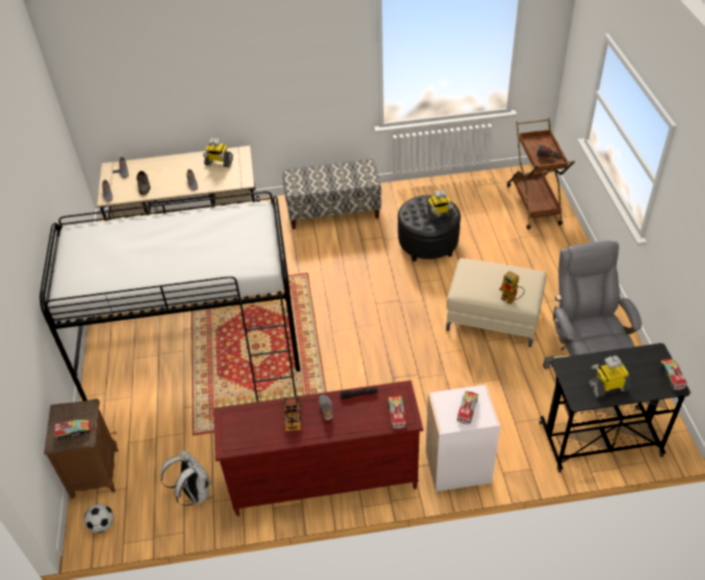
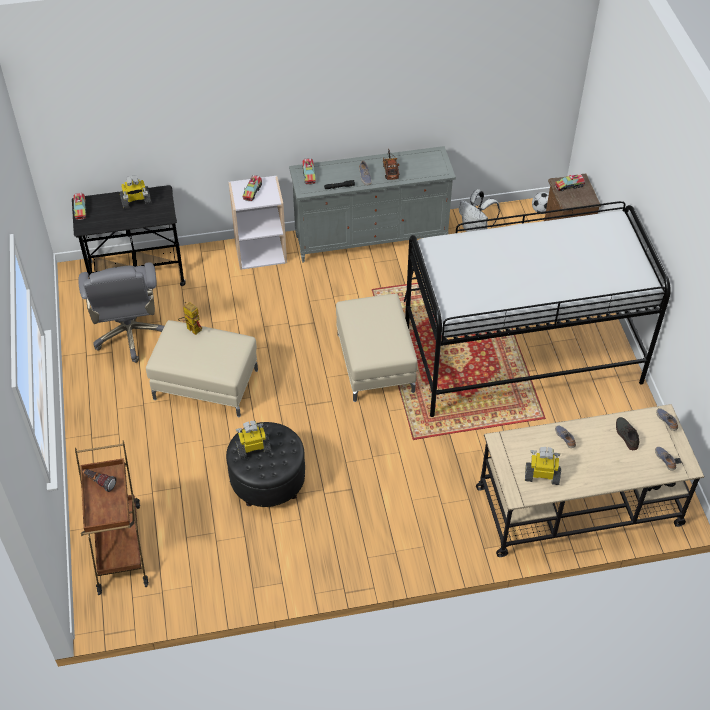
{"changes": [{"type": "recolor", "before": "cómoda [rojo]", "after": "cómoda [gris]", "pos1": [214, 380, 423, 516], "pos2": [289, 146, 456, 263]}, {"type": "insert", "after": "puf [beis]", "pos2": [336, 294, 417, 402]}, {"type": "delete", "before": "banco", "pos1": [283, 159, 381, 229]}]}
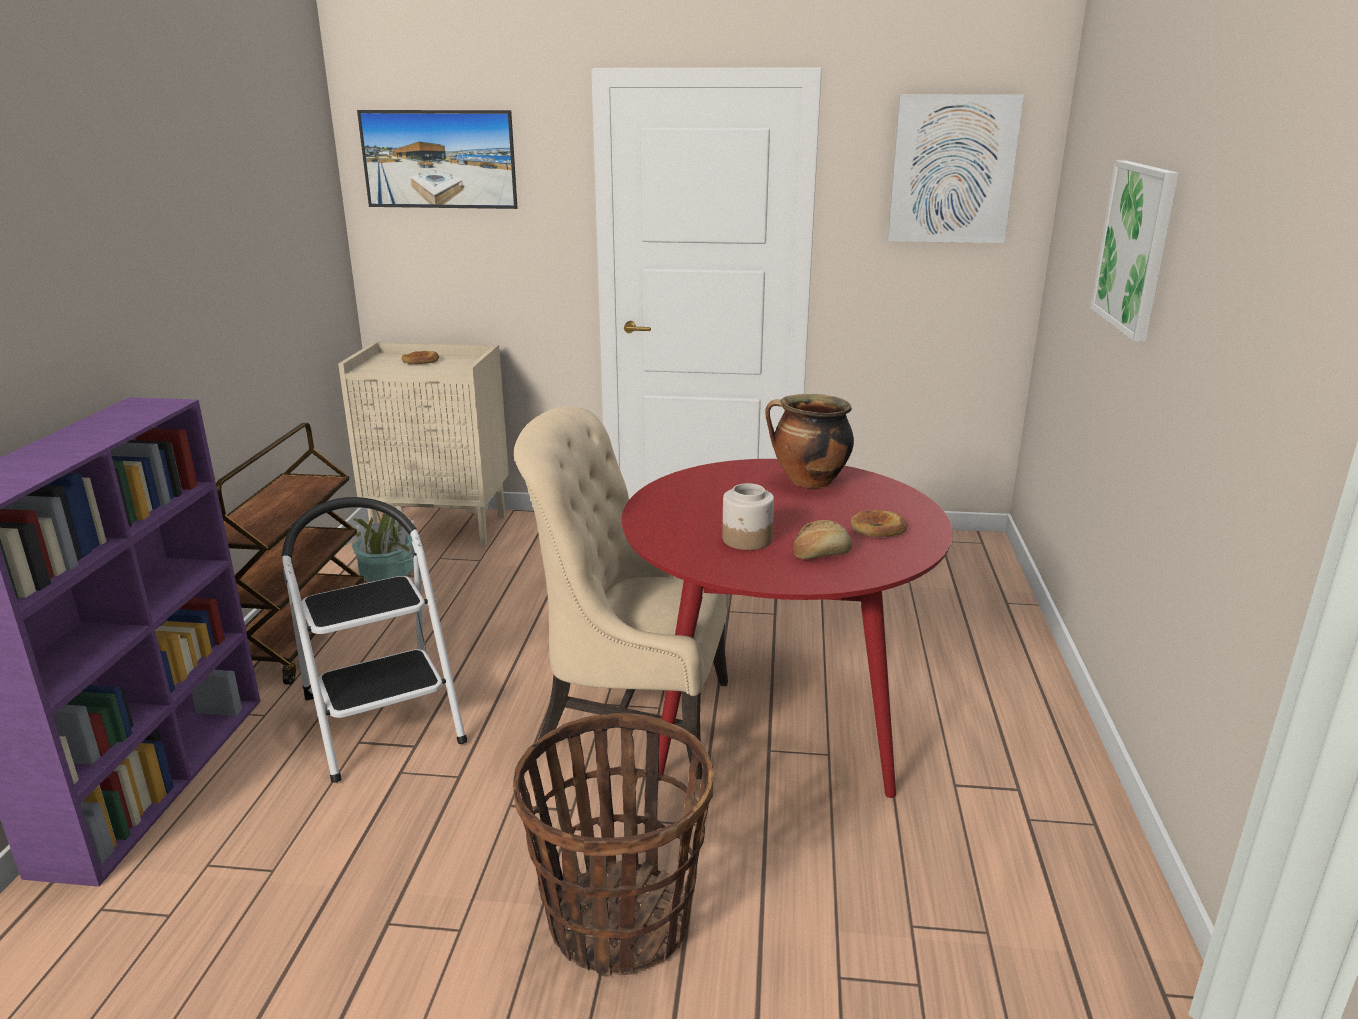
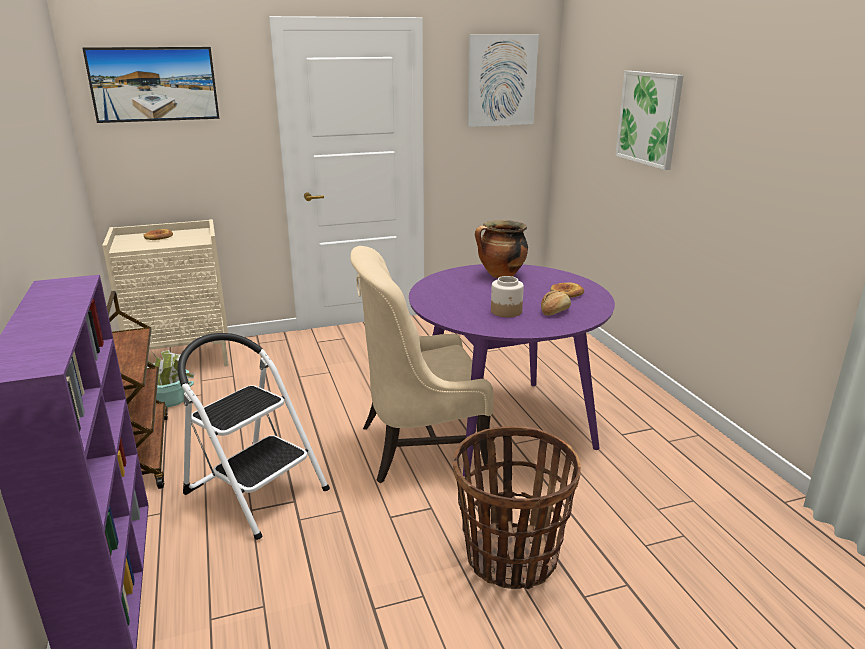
{"changes": [{"type": "recolor", "before": "mesa de comedor [rojo]", "after": "mesa de comedor [morado]", "pos1": [621, 459, 953, 798], "pos2": [409, 264, 615, 477]}]}
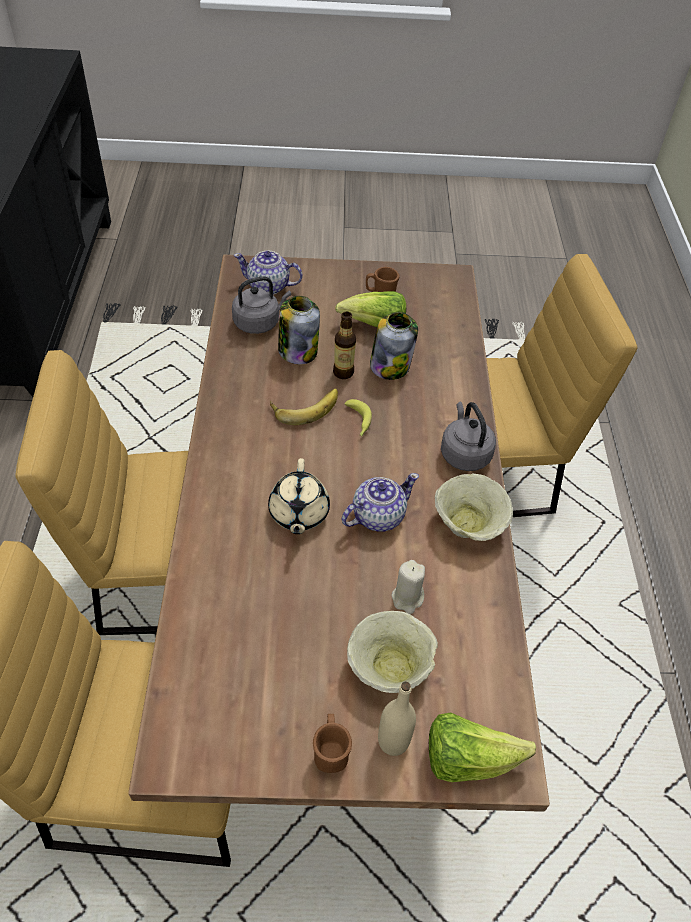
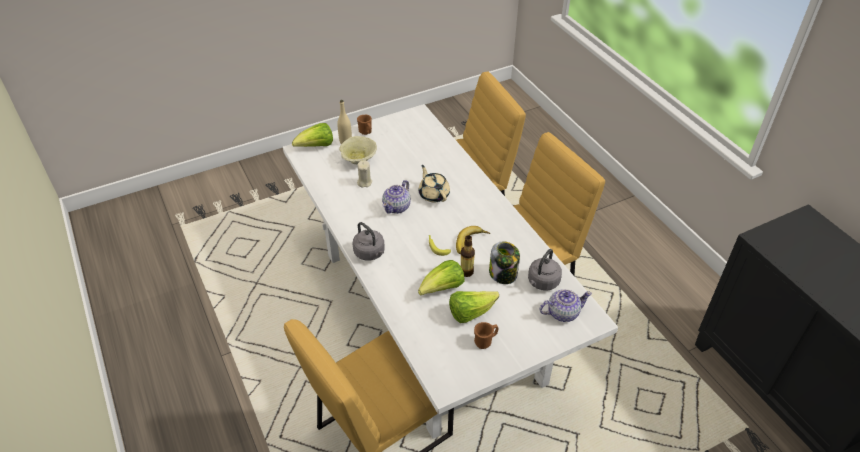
{"changes": [{"type": "recolor", "before": "mesa de comedor [marrón]", "after": "mesa de comedor [blanco]", "pos1": [128, 255, 550, 812], "pos2": [283, 104, 618, 439]}, {"type": "replace", "before": "tarro", "after": "lechuga", "pos1": [370, 312, 418, 380], "pos2": [418, 260, 465, 295]}, {"type": "delete", "before": "cuenco [beis]", "pos1": [435, 473, 513, 541]}]}
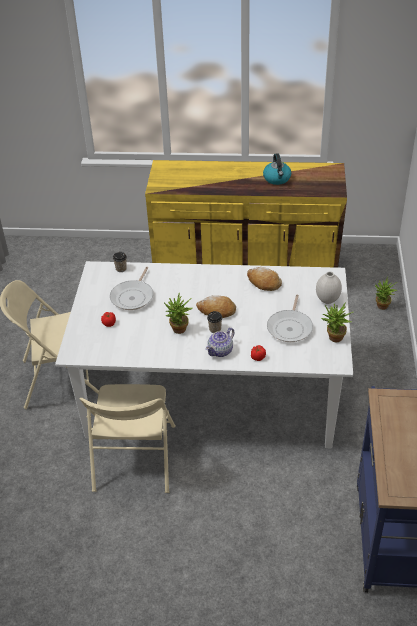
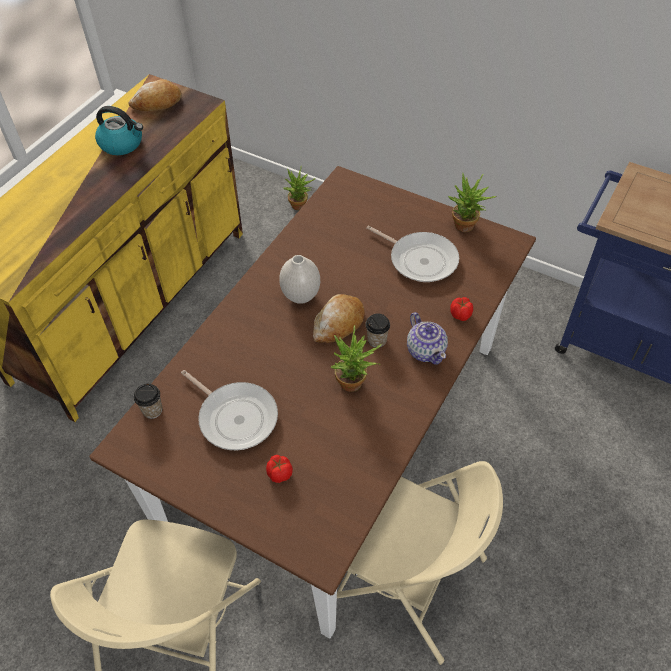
{"changes": [{"type": "recolor", "before": "mesa de comedor [blanco]", "after": "mesa de comedor [marrón]", "pos1": [55, 261, 353, 448], "pos2": [90, 166, 536, 639]}, {"type": "move", "before": "pan", "pos1": [247, 267, 282, 291], "pos2": [128, 79, 182, 112]}, {"type": "move", "before": "florero [blanco]", "pos1": [316, 272, 342, 304], "pos2": [279, 255, 320, 304]}]}
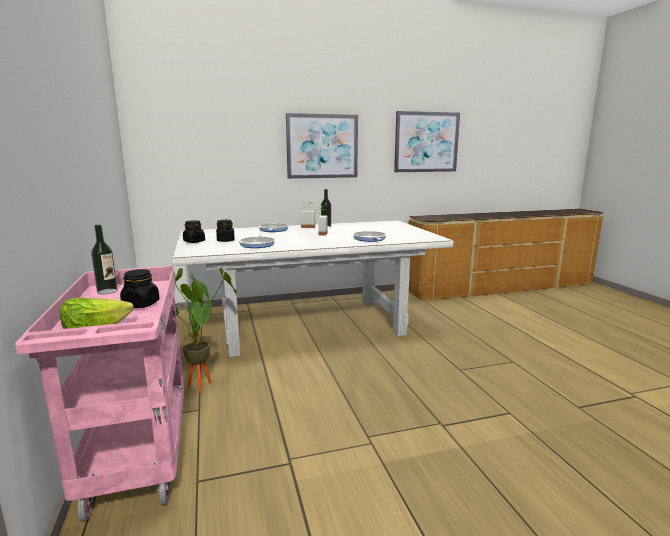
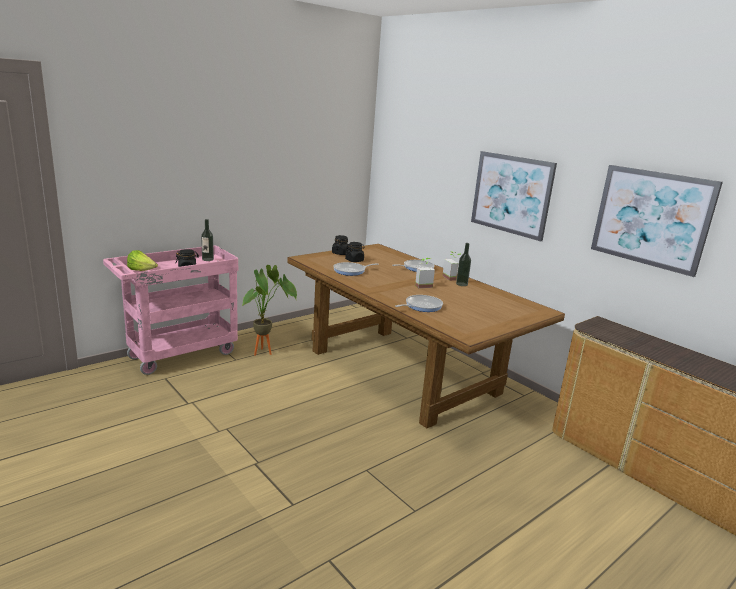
{"changes": [{"type": "recolor", "before": "mesa de comedor [blanco]", "after": "mesa de comedor [marrón]", "pos1": [172, 220, 453, 357], "pos2": [287, 244, 565, 428]}]}
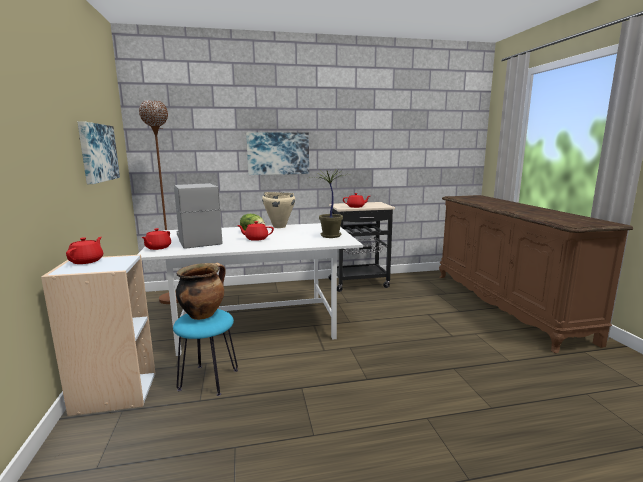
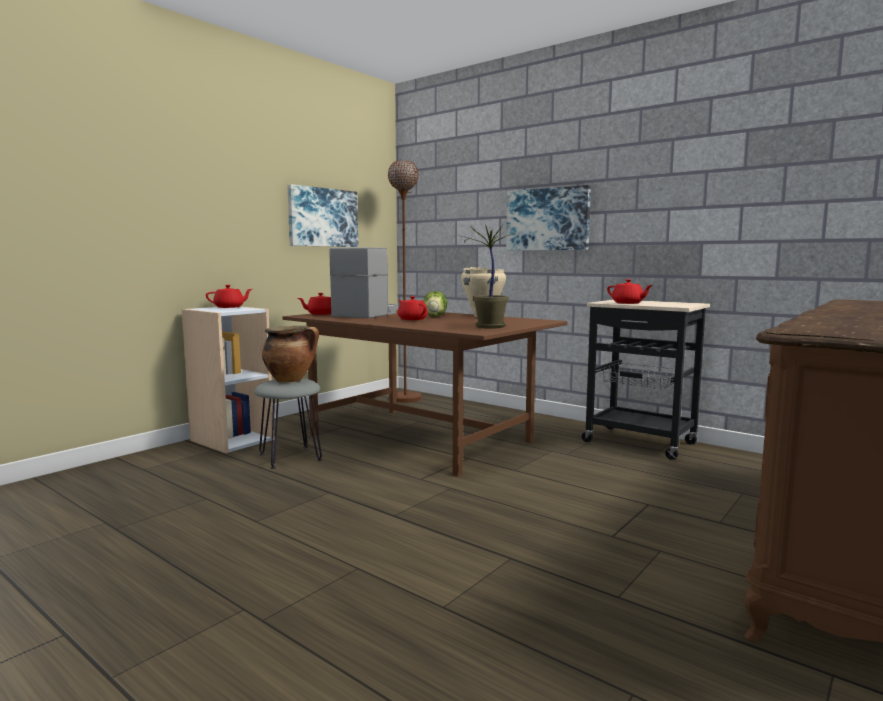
{"changes": [{"type": "recolor", "before": "taburete [turquesa]", "after": "taburete [gris]", "pos1": [173, 309, 238, 396], "pos2": [254, 379, 322, 469]}, {"type": "recolor", "before": "mesa de comedor [blanco]", "after": "mesa de comedor [marrón]", "pos1": [137, 223, 363, 356], "pos2": [283, 310, 568, 477]}]}
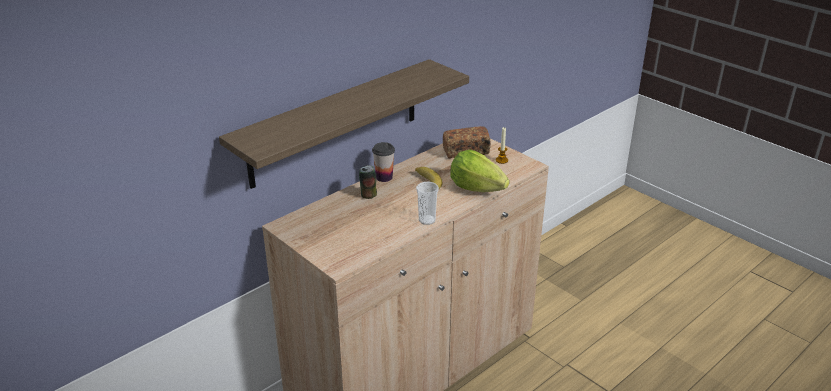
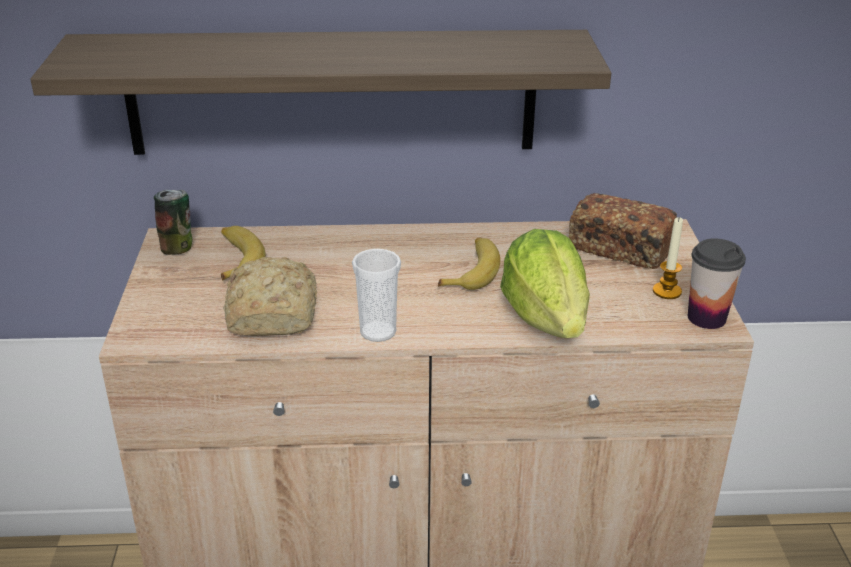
{"changes": [{"type": "move", "before": "lata", "pos1": [359, 165, 377, 199], "pos2": [154, 190, 192, 255]}, {"type": "insert", "after": "plátano", "pos2": [221, 226, 266, 281]}, {"type": "insert", "after": "pan", "pos2": [223, 257, 317, 336]}, {"type": "move", "before": "taza", "pos1": [372, 142, 395, 182], "pos2": [688, 238, 746, 329]}]}
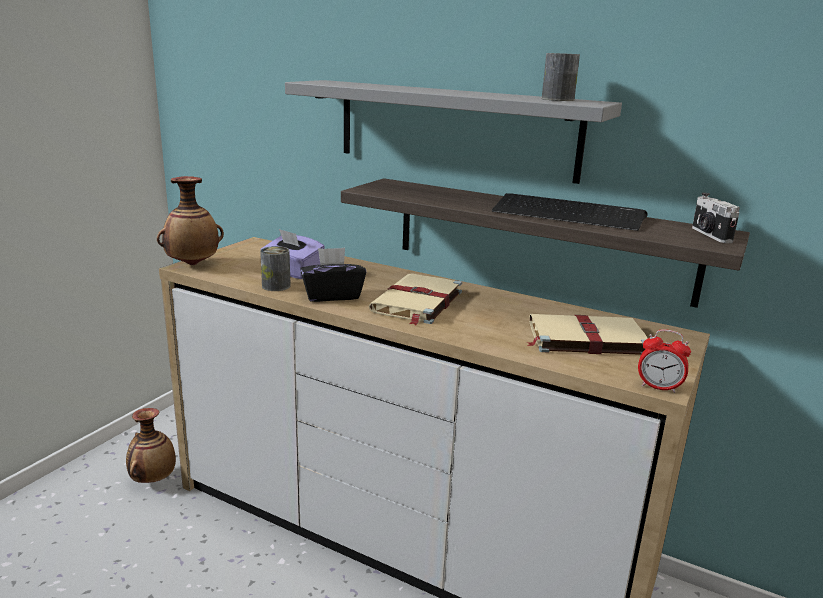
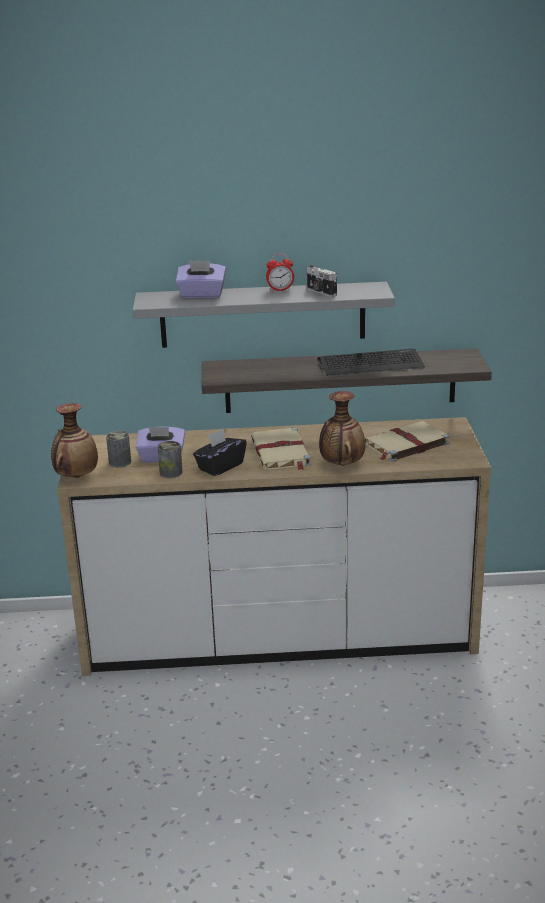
{"changes": [{"type": "move", "before": "lata", "pos1": [542, 53, 580, 101], "pos2": [106, 431, 131, 467]}, {"type": "insert", "after": "caja de pañuelos [morado]", "pos2": [176, 260, 226, 298]}, {"type": "move", "before": "despertador", "pos1": [638, 329, 691, 393], "pos2": [266, 254, 294, 292]}, {"type": "move", "before": "cámara", "pos1": [692, 193, 740, 243], "pos2": [307, 265, 337, 297]}, {"type": "move", "before": "florero", "pos1": [126, 408, 176, 483], "pos2": [319, 391, 365, 466]}]}
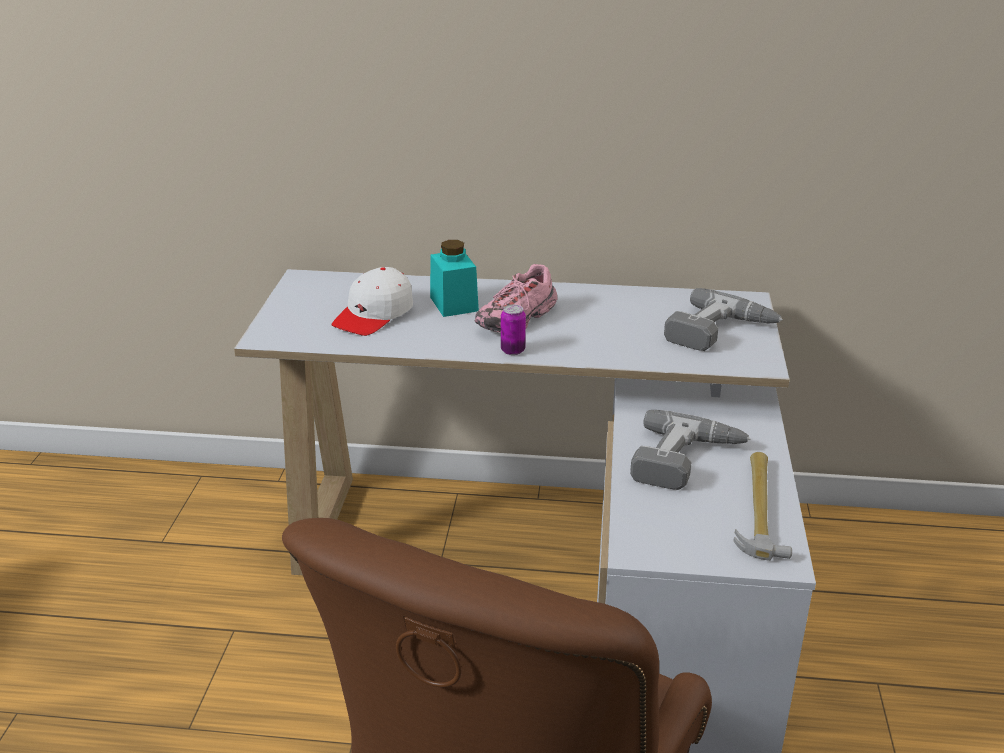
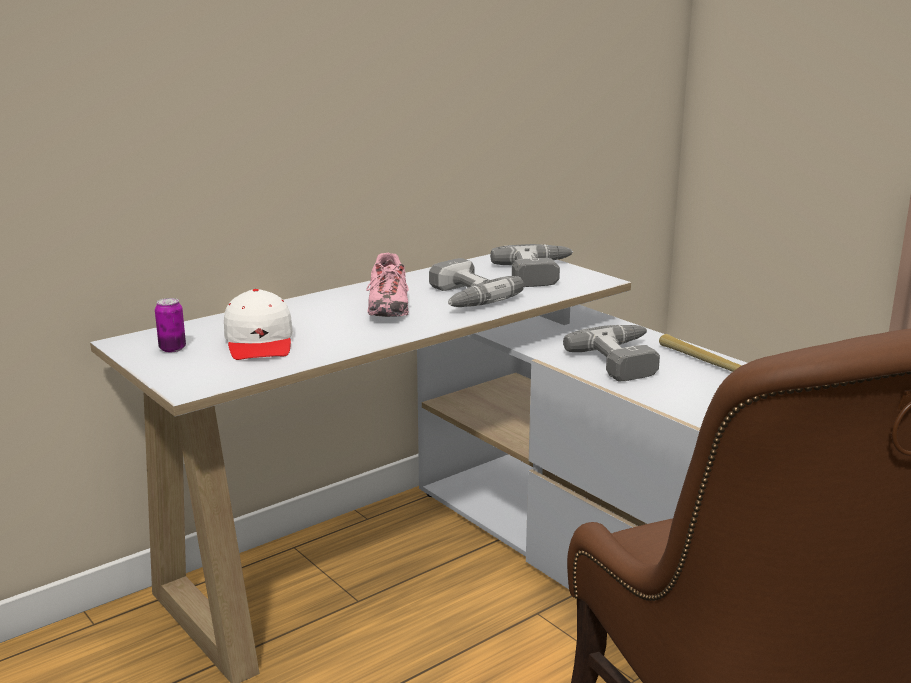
{"changes": [{"type": "move", "before": "lata", "pos1": [501, 304, 526, 355], "pos2": [155, 298, 186, 352]}, {"type": "insert", "after": "taladro", "pos2": [429, 258, 524, 307]}, {"type": "delete", "before": "tarro [turquesa]", "pos1": [430, 240, 479, 317]}]}
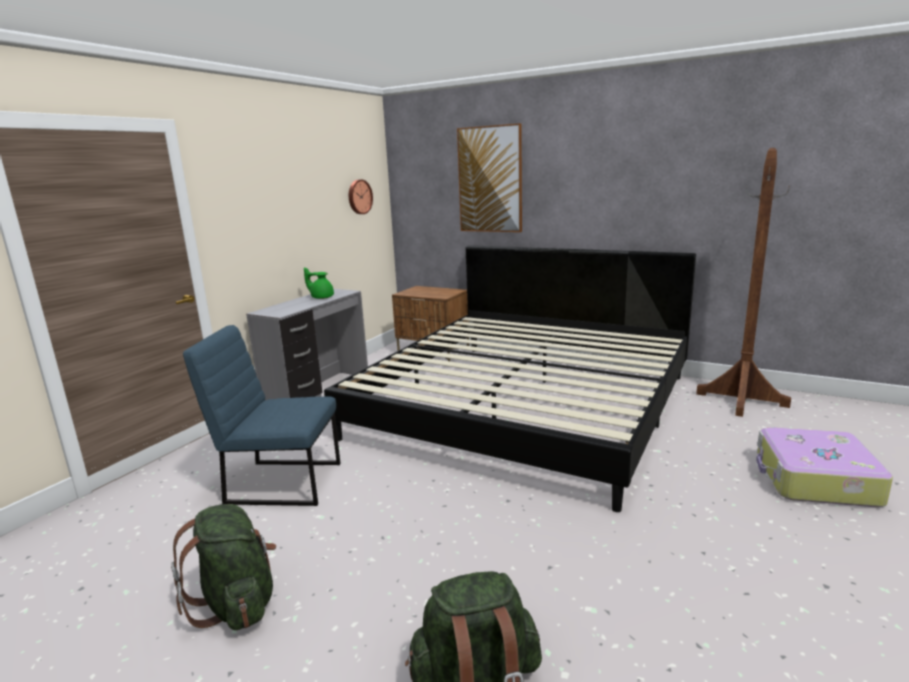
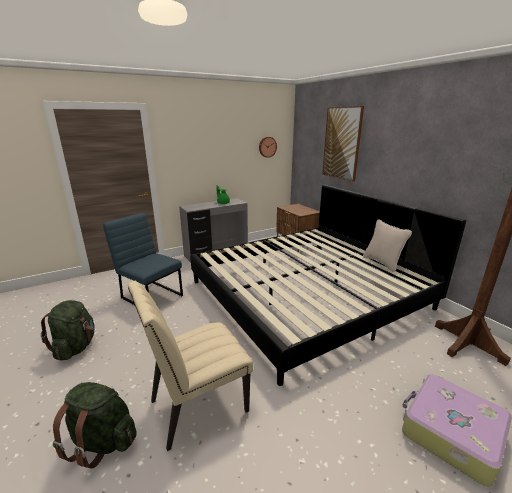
{"changes": [{"type": "insert", "after": "silla [beis]", "pos2": [128, 281, 253, 451]}, {"type": "insert", "after": "cojín [beis]", "pos2": [363, 219, 412, 272]}]}
